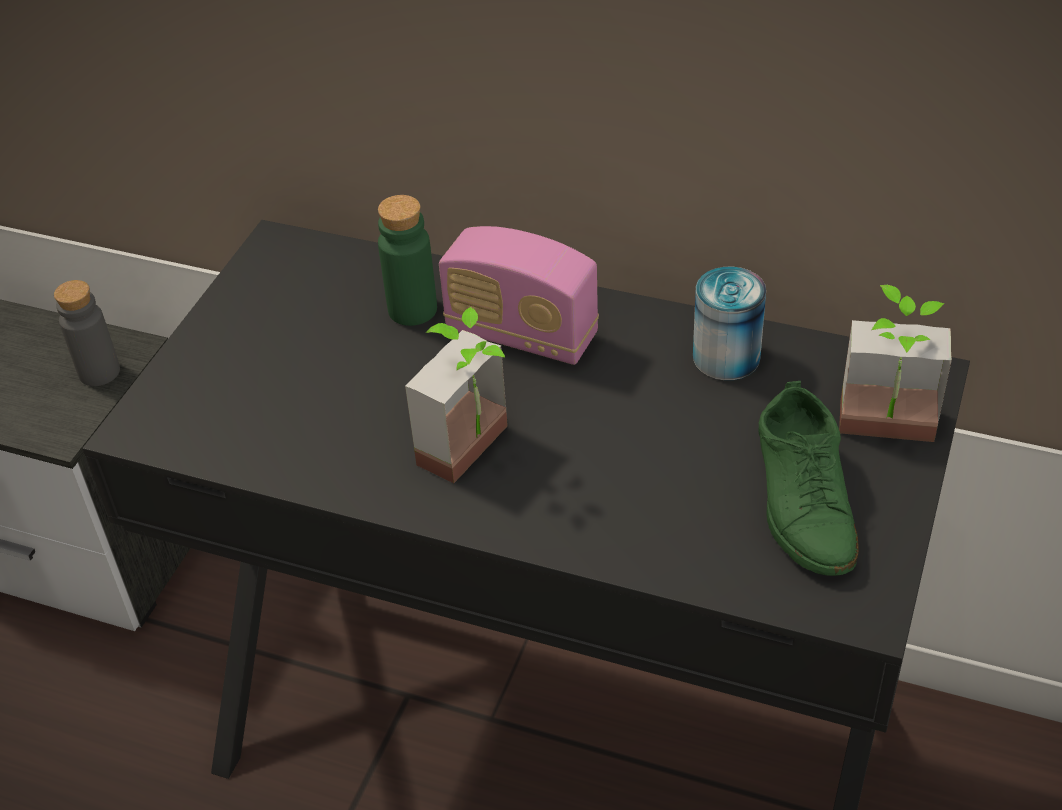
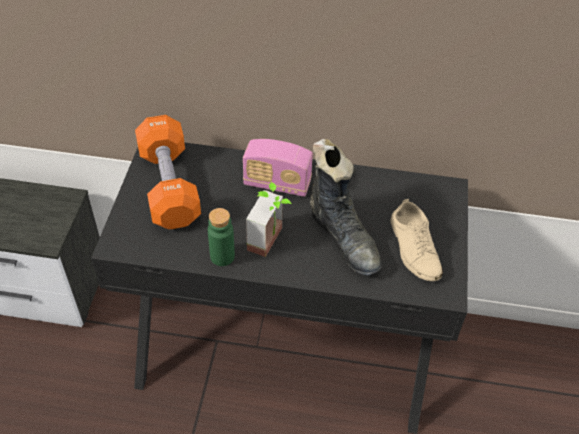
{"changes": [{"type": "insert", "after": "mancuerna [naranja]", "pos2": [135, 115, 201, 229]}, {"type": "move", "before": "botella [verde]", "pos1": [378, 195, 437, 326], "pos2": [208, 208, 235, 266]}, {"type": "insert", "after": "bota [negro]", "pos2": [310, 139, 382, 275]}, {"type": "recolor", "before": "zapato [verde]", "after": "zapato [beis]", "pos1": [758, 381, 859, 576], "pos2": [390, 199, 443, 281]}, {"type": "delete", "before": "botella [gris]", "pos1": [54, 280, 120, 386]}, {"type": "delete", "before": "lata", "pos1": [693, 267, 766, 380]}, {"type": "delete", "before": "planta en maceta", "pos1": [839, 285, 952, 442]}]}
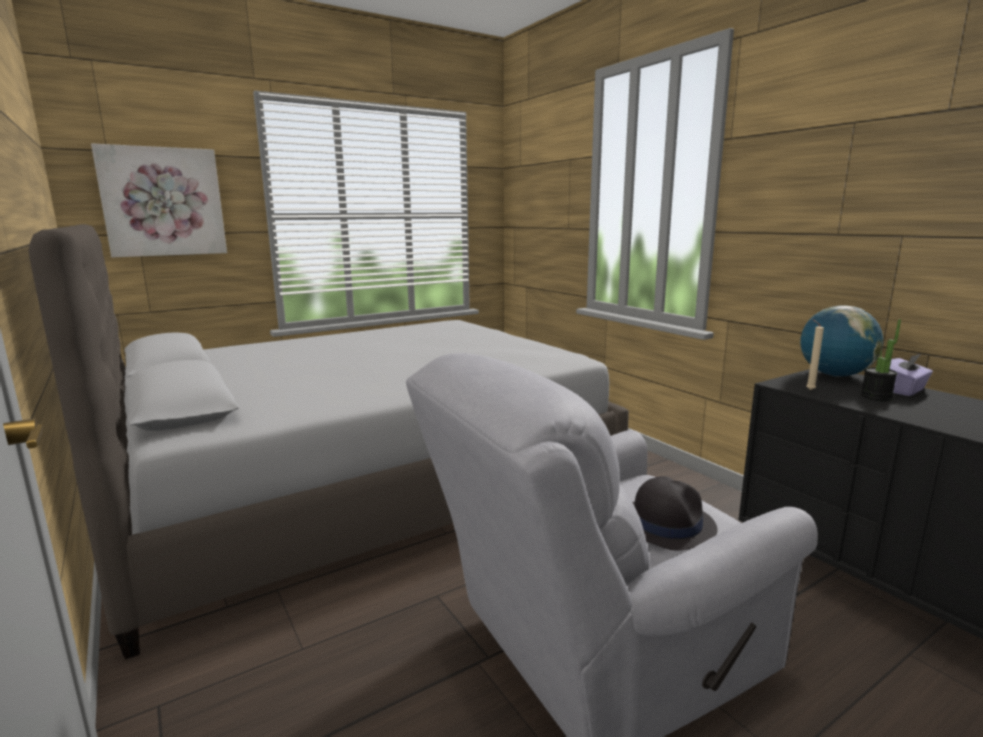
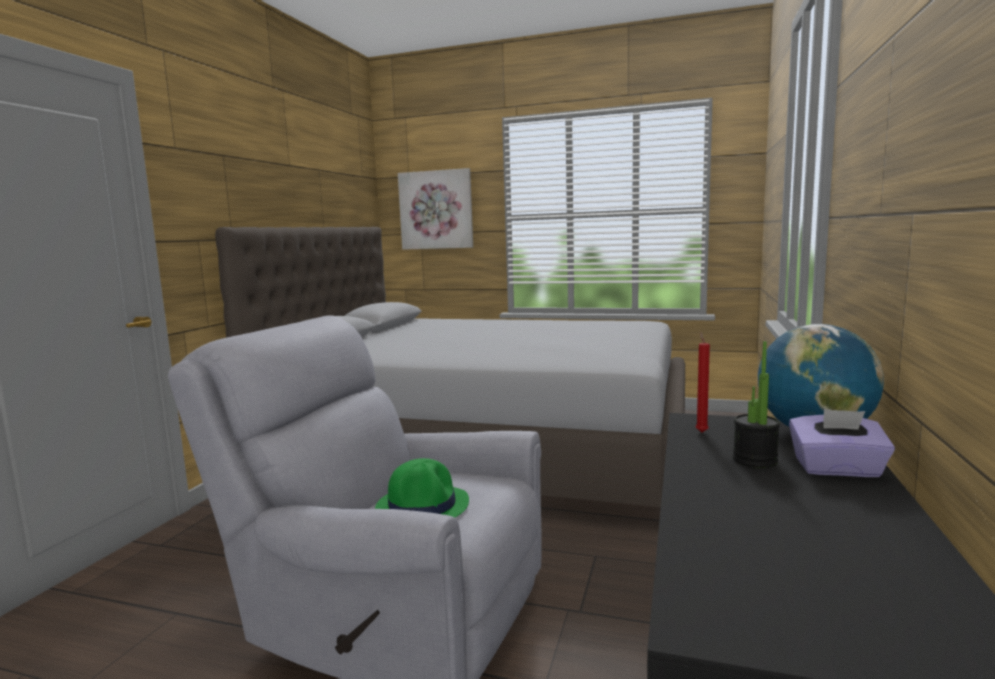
{"changes": [{"type": "recolor", "before": "sombrero [negro]", "after": "sombrero [verde]", "pos1": [632, 476, 717, 551], "pos2": [375, 458, 469, 518]}, {"type": "recolor", "before": "vela [beis]", "after": "vela [rojo]", "pos1": [806, 319, 824, 390], "pos2": [696, 332, 710, 433]}]}
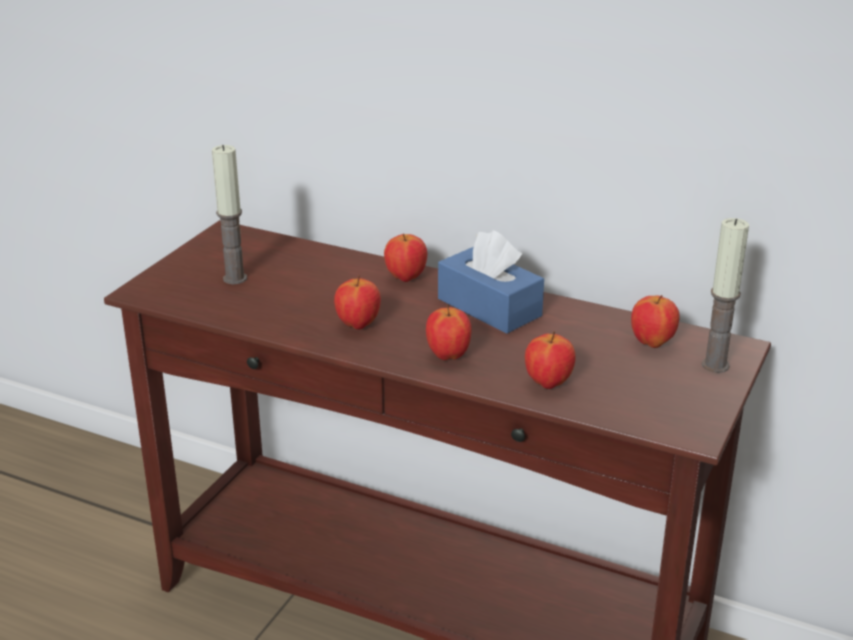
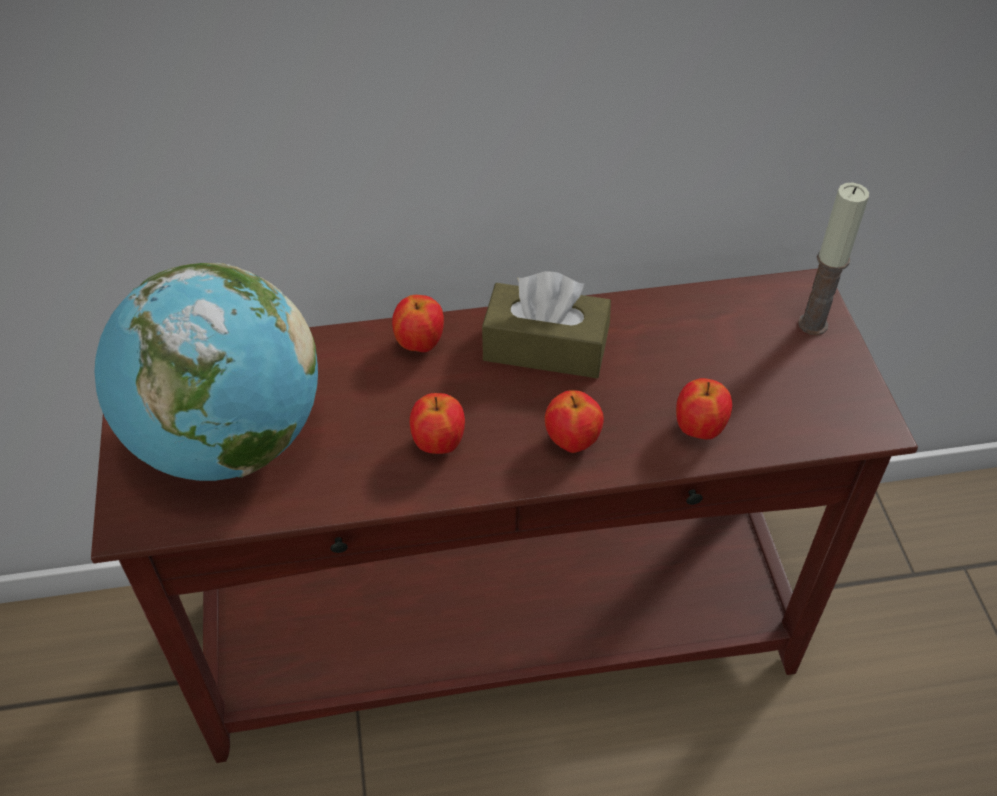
{"changes": [{"type": "replace", "before": "vela", "after": "globo terráqueo", "pos1": [212, 145, 247, 284], "pos2": [95, 263, 318, 481]}, {"type": "recolor", "before": "caja de pañuelos [azul]", "after": "caja de pañuelos [marrón]", "pos1": [438, 230, 544, 334], "pos2": [482, 271, 611, 378]}, {"type": "delete", "before": "manzana", "pos1": [631, 295, 680, 348]}]}
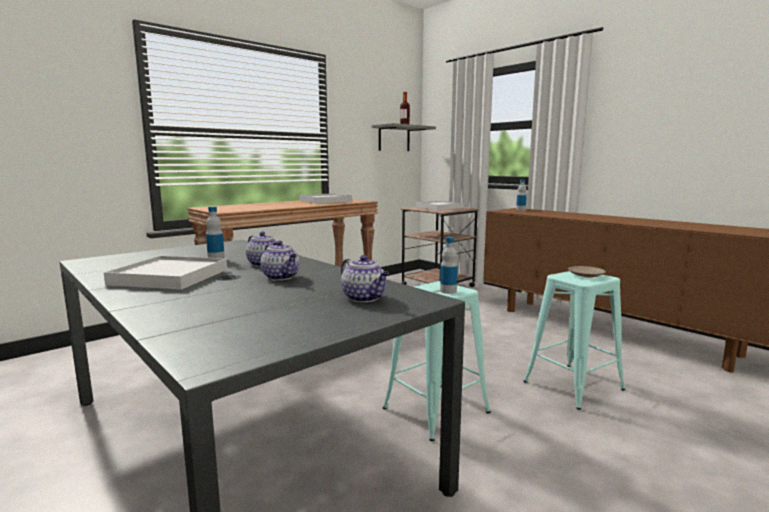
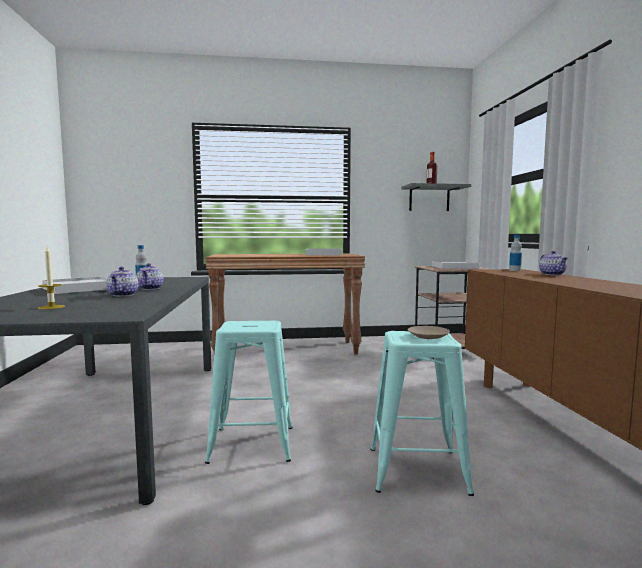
{"changes": [{"type": "insert", "after": "vela", "pos2": [38, 247, 65, 309]}, {"type": "move", "before": "tetera", "pos1": [341, 255, 389, 302], "pos2": [539, 251, 567, 275]}, {"type": "delete", "before": "botella", "pos1": [440, 237, 458, 294]}]}
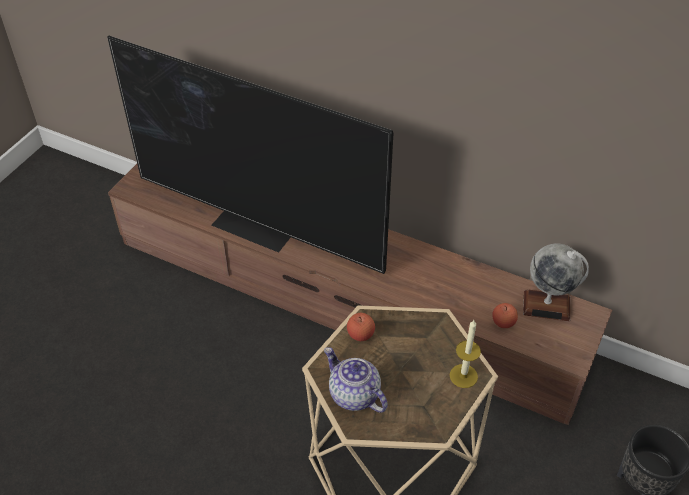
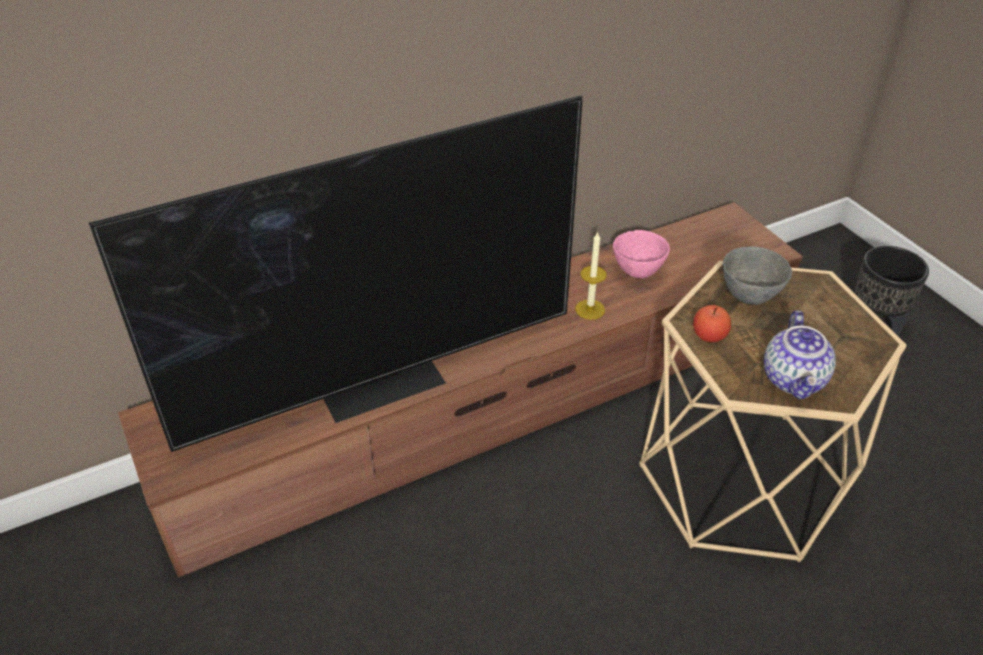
{"changes": [{"type": "move", "before": "vela", "pos1": [450, 320, 481, 388], "pos2": [575, 231, 607, 320]}, {"type": "insert", "after": "cuenco [rosa]", "pos2": [613, 230, 670, 278]}, {"type": "insert", "after": "cuenco [gris]", "pos2": [723, 246, 792, 305]}, {"type": "rotate", "before": "tetera", "pos1": [324, 347, 388, 413], "pos2": [764, 310, 836, 400], "turn": -75}, {"type": "delete", "before": "manzana", "pos1": [492, 303, 518, 328]}, {"type": "delete", "before": "globo terráqueo", "pos1": [523, 243, 589, 321]}]}
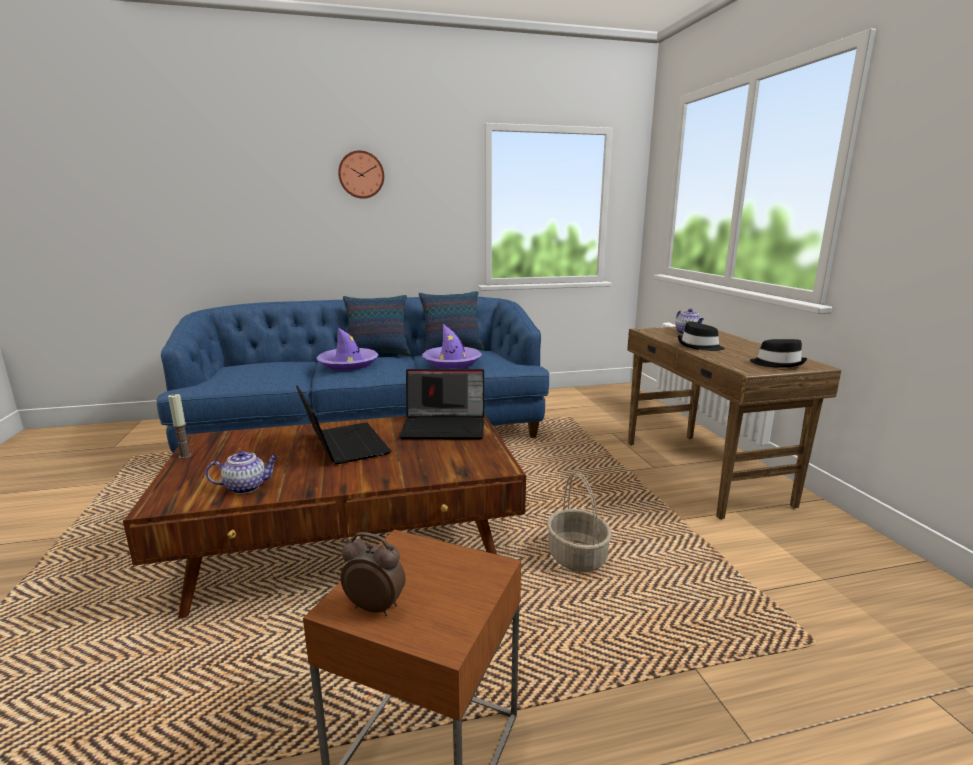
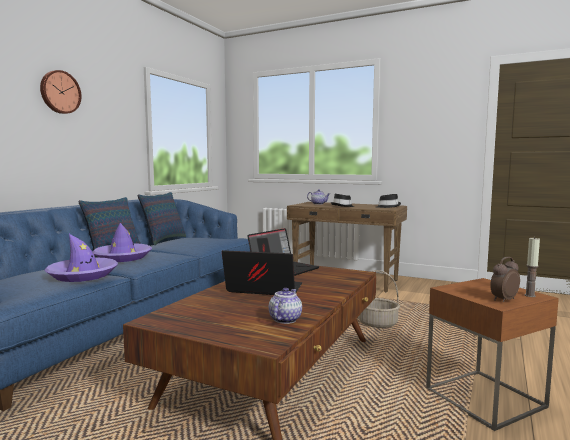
{"changes": [{"type": "move", "before": "sombrero [morado]", "pos1": [422, 324, 482, 369], "pos2": [45, 234, 118, 282]}, {"type": "move", "before": "vela", "pos1": [168, 394, 191, 459], "pos2": [524, 237, 540, 297]}]}
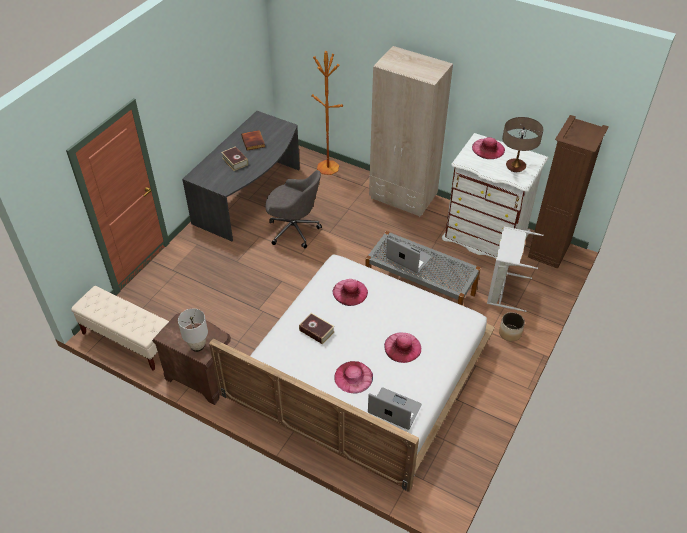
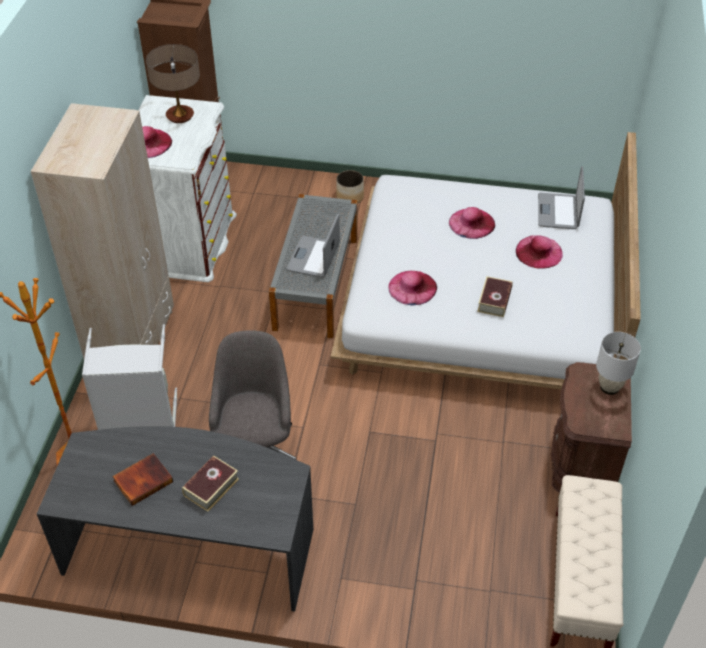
{"changes": [{"type": "move", "before": "cesto de la ropa [gris]", "pos1": [487, 226, 544, 312], "pos2": [82, 324, 177, 430]}]}
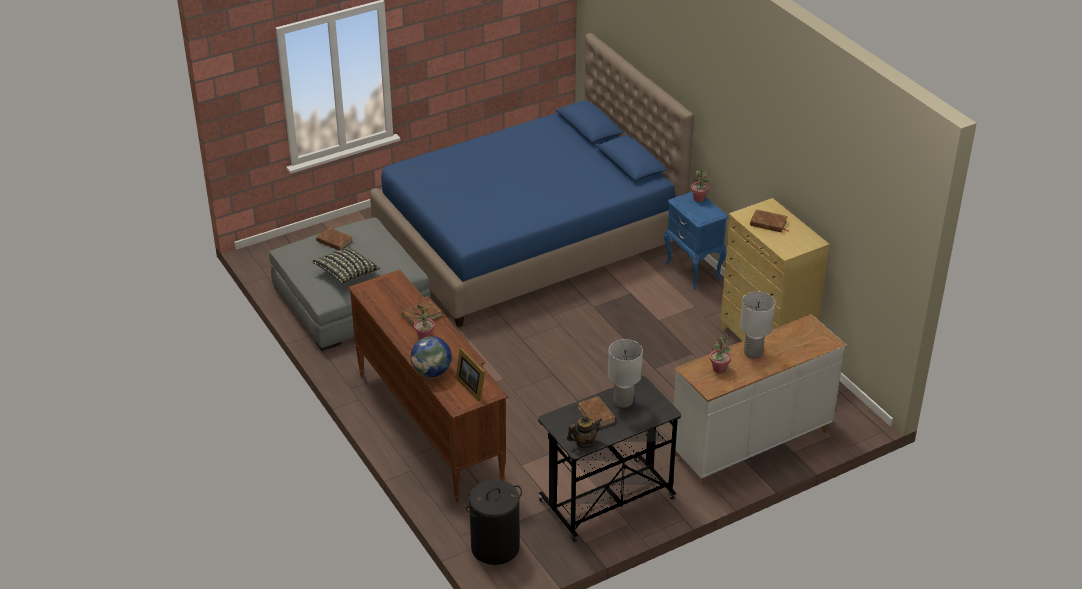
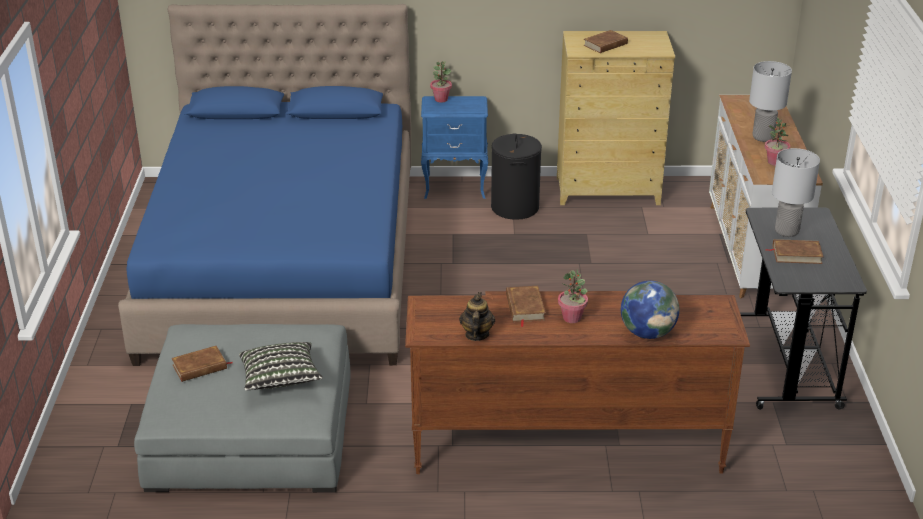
{"changes": [{"type": "move", "before": "tetera", "pos1": [567, 416, 602, 448], "pos2": [459, 292, 495, 341]}, {"type": "move", "before": "cesto de la ropa [negro]", "pos1": [465, 479, 522, 565], "pos2": [491, 134, 542, 220]}, {"type": "delete", "before": "portarretratos", "pos1": [456, 348, 485, 402]}]}
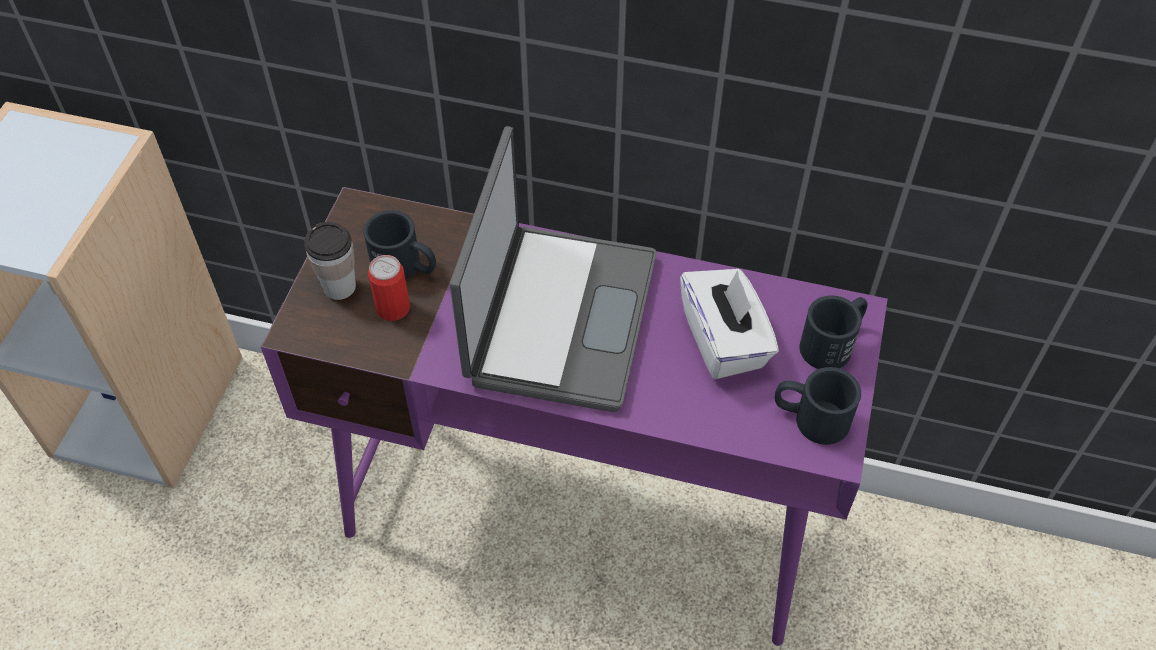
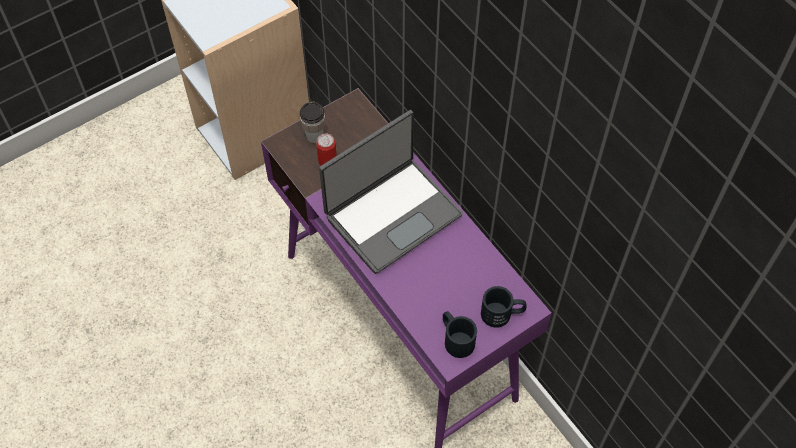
{"changes": [{"type": "delete", "before": "taza grande [negro]", "pos1": [363, 210, 436, 280]}, {"type": "delete", "before": "caja de pañuelos [blanco]", "pos1": [680, 269, 779, 379]}]}
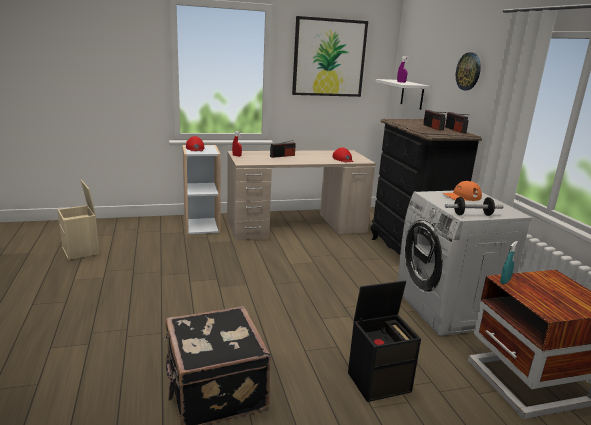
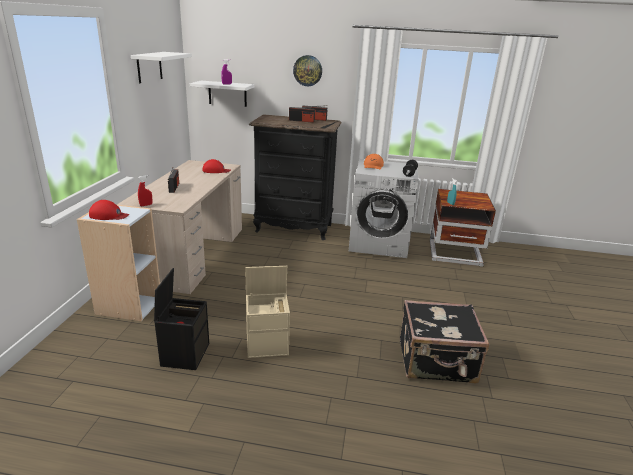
{"changes": [{"type": "replace", "before": "cuadro", "after": "estante [blanco]", "pos1": [292, 16, 368, 97], "pos2": [131, 52, 192, 83]}, {"type": "move", "before": "caja de almacenaje [negro]", "pos1": [348, 280, 421, 402], "pos2": [154, 268, 209, 370]}, {"type": "move", "before": "caja de almacenaje [beis]", "pos1": [57, 180, 99, 260], "pos2": [245, 266, 290, 358]}]}
